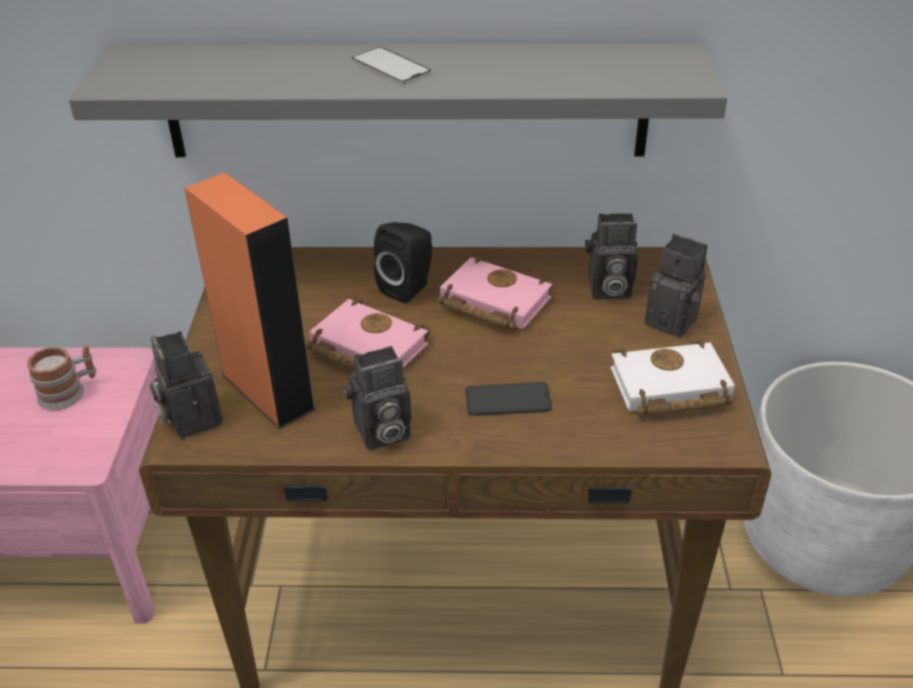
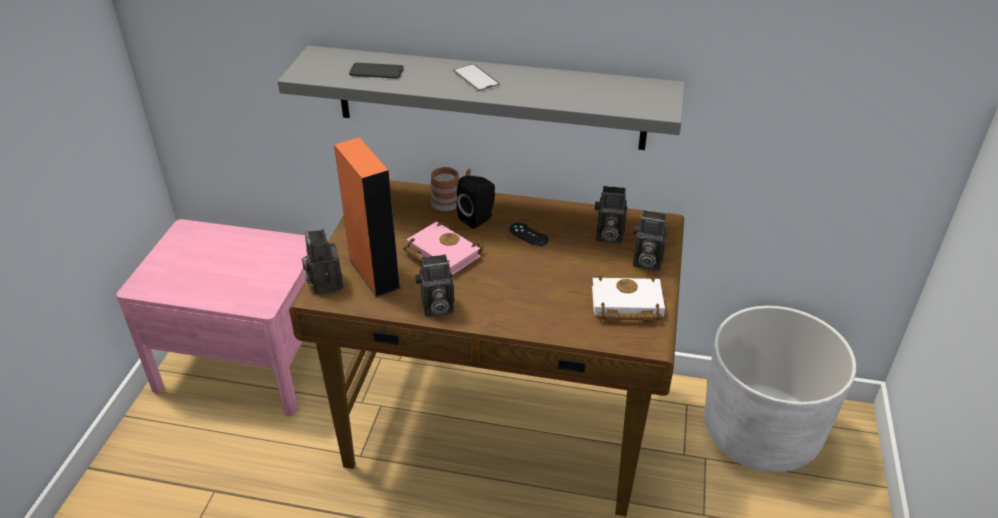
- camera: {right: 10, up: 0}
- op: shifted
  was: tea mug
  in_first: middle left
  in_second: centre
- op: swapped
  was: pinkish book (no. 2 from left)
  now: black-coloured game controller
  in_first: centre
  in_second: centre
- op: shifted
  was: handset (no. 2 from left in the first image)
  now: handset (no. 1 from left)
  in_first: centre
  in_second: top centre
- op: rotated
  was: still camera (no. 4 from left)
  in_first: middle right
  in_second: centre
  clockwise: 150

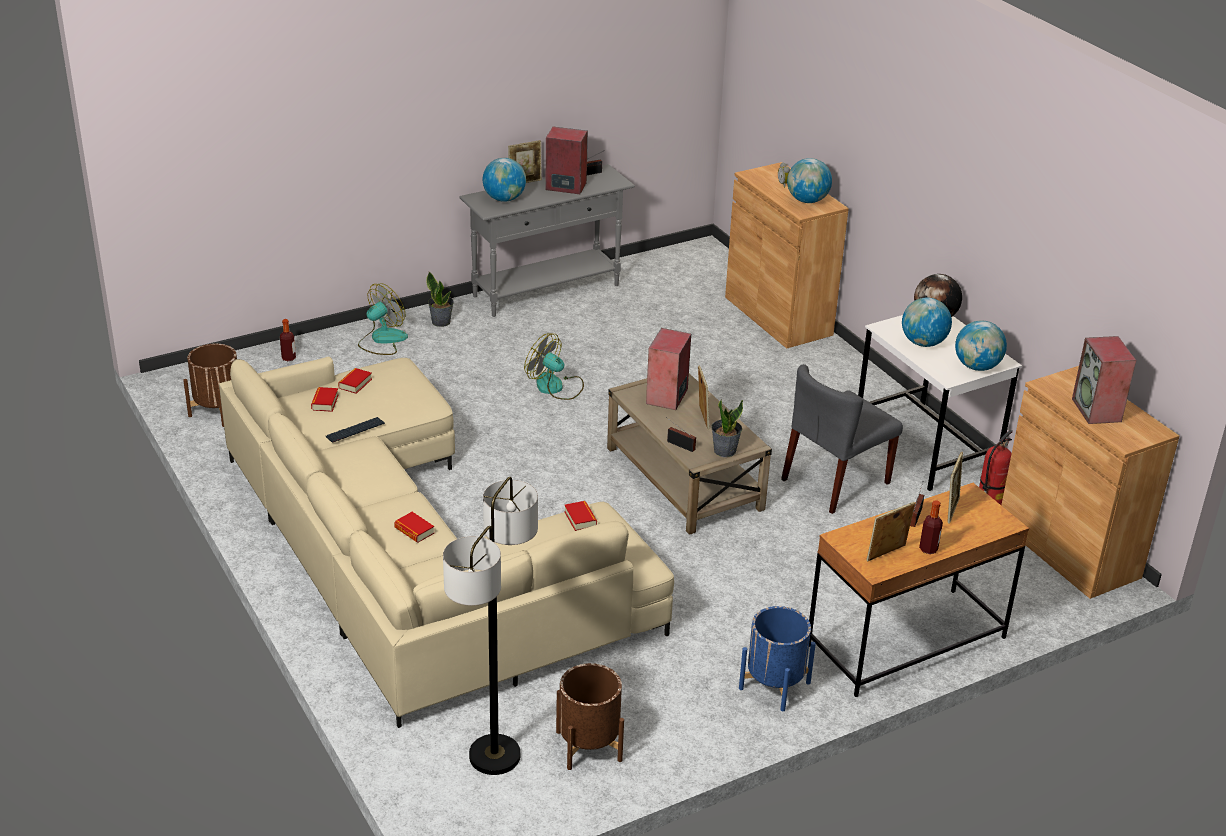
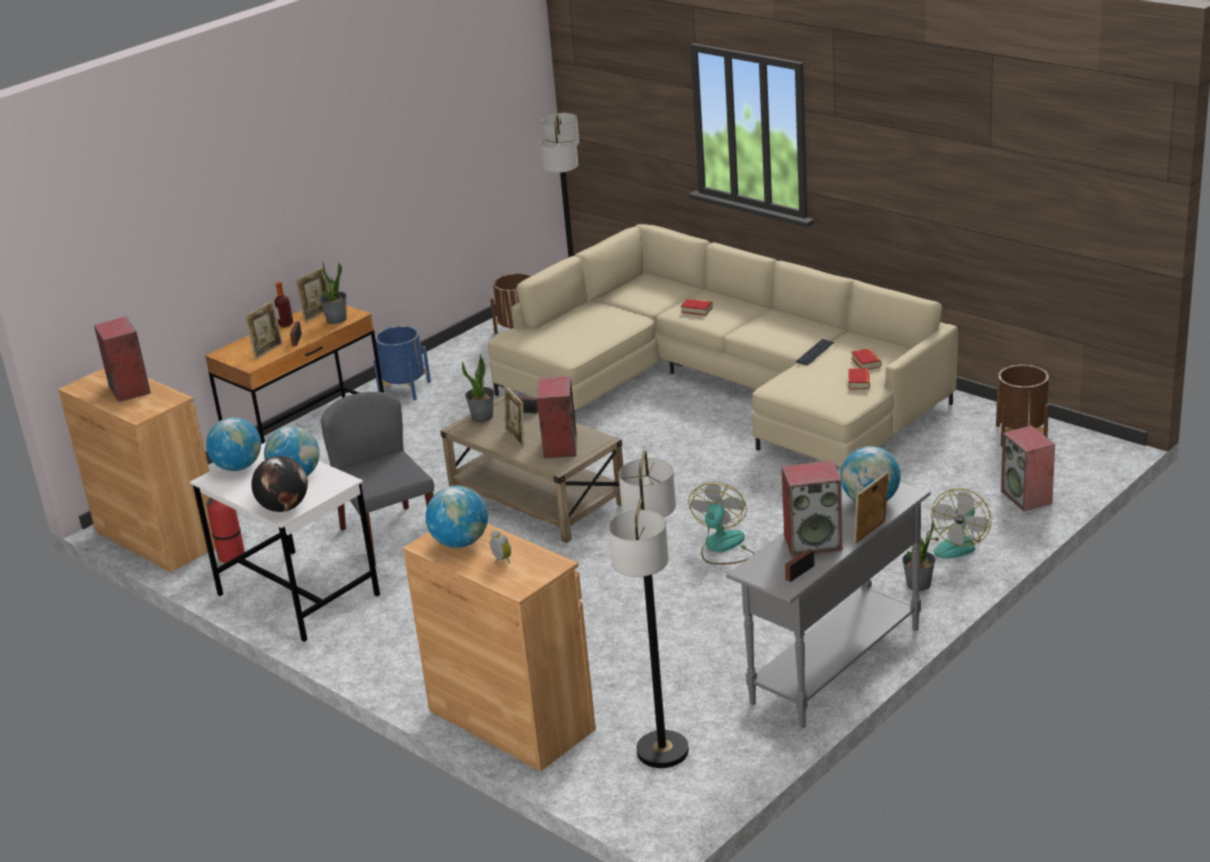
- camera: {right: 165, up: -5}
- op: swapped
  was: bottle (no. 1 from left)
  now: speaker (no. 4 from left)
  in_first: middle left
  in_second: middle right
- op: rotated
  was: electric fan (no. 2 from left in the first image)
  in_first: centre
  in_second: centre
  clockwise: -90
- op: gone
  was: book (no. 4 from left)
  in_first: centre
- op: rotated
  was: greyish chair
  in_first: middle right
  in_second: middle left
  clockwise: -60
- op: rotated
  was: standing frame (no. 4 from left in the first image)
  in_first: middle right
  in_second: middle left
  clockwise: -150
- op: new
  now: houseplant (no. 1 from left)
  in_second: middle left
- op: new
  now: standing lamp (no. 2 from left)
  in_second: bottom centre

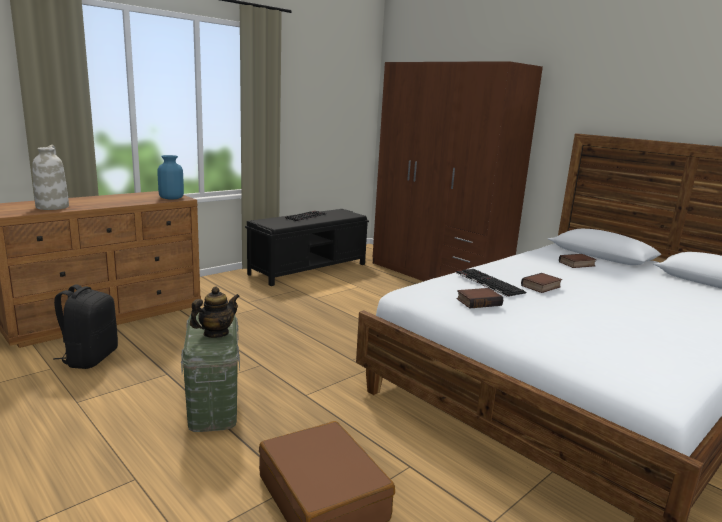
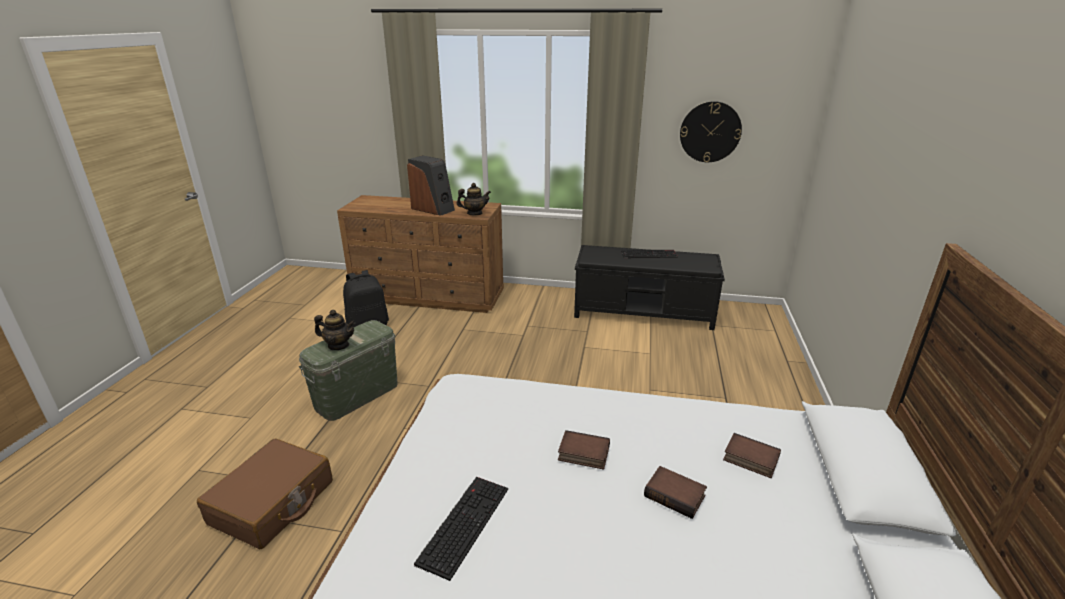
- camera: {right: 55, up: 10}
- op: gone
  was: whitish vase
  in_first: middle left
- op: swapped
  was: blue vase
  now: tea pot (no. 2 from left)
  in_first: middle left
  in_second: top centre
- op: gone
  was: brown-coloured armoire
  in_first: top centre
- op: shifted
  was: computer keyboard (no. 2 from left in the first image)
  now: computer keyboard (no. 1 from left)
  in_first: middle right
  in_second: bottom centre
- op: shifted
  was: book (no. 1 from left in the first image)
  now: book (no. 2 from left)
  in_first: centre
  in_second: bottom centre
- op: new
  now: speaker
  in_second: top centre
- op: new
  now: wall clock
  in_second: top right

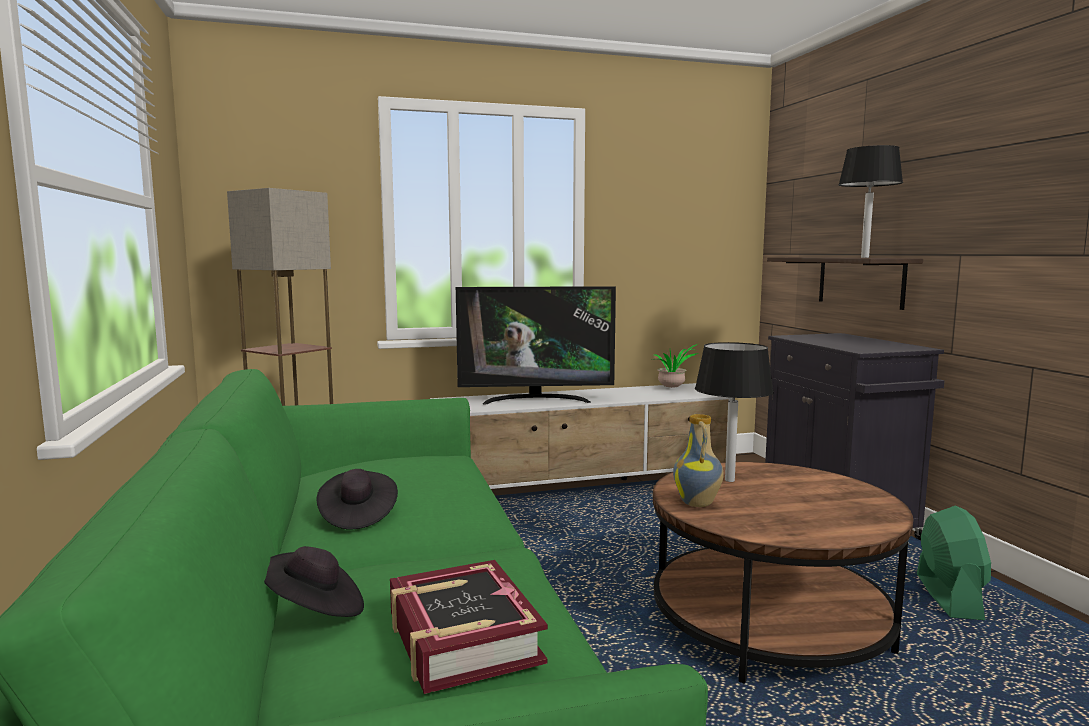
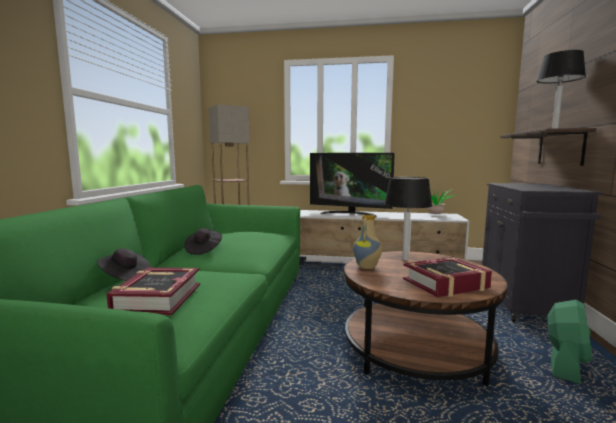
- camera: {right: 25, up: 0}
- op: new
  now: book (no. 2 from left)
  in_second: middle right

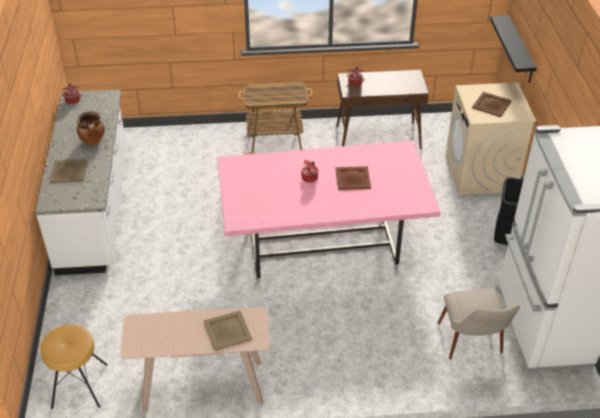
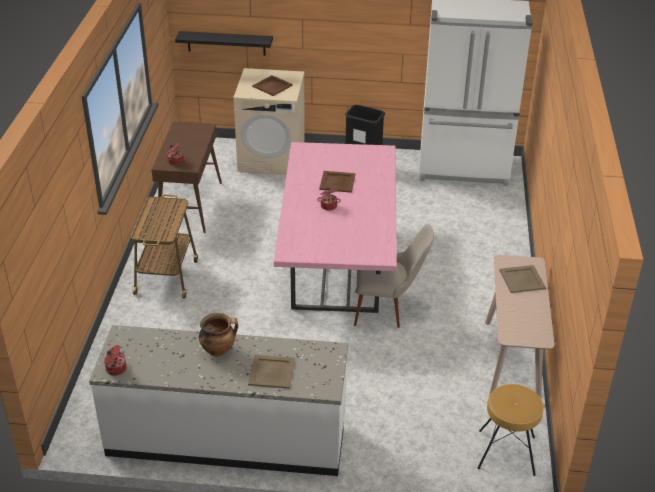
- camera: {right: -80, up: -5}
- op: shifted
  was: beige-coloured chair
  in_first: bottom right
  in_second: centre

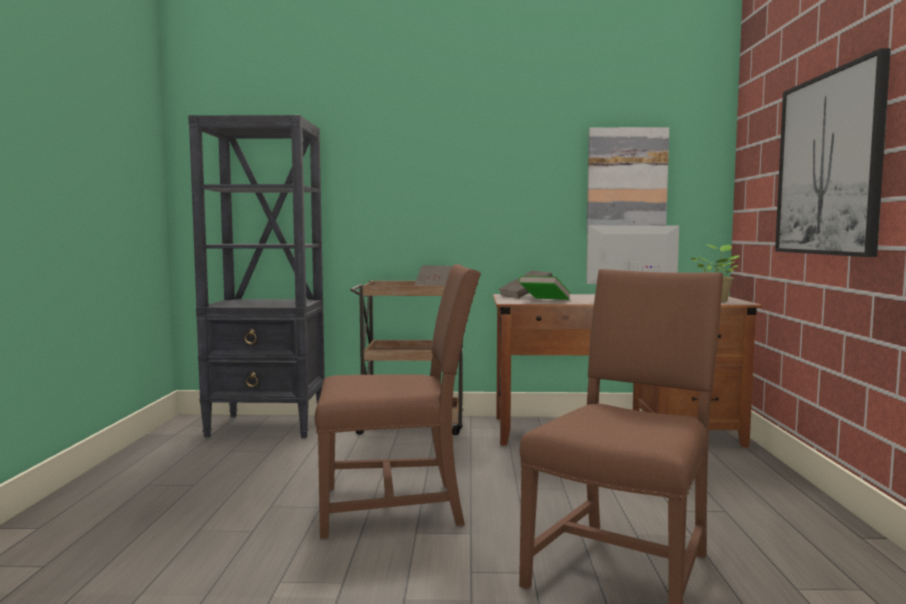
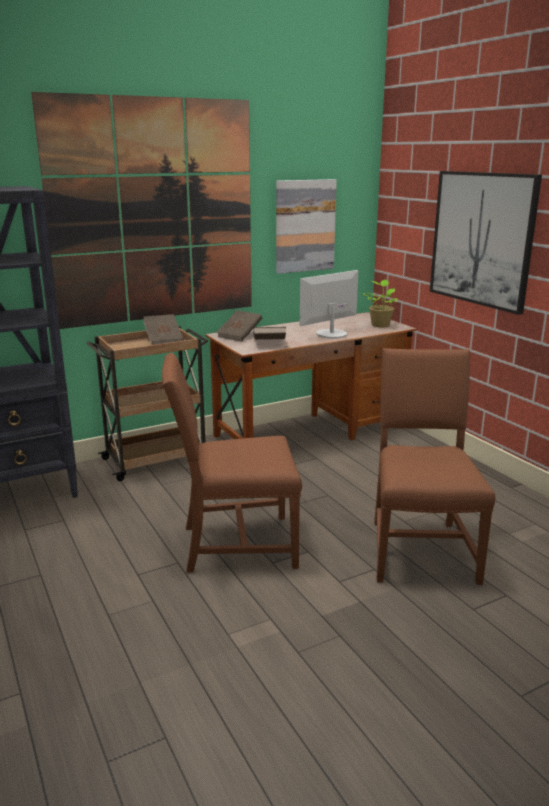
- camera: {right: -30, up: 15}
- op: rotated
  was: brown-coloured chair (no. 1 from left)
  in_first: centre
  in_second: centre
  clockwise: -150
- op: repainted
  was: green book
  now: brown-coloured book (no. 3 from left)
  in_first: centre
  in_second: centre
- op: new
  now: picture (no. 1 from left)
  in_second: top left

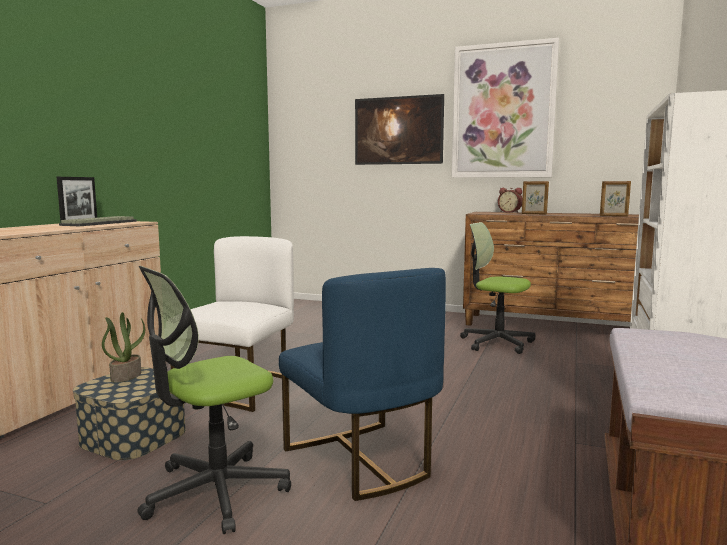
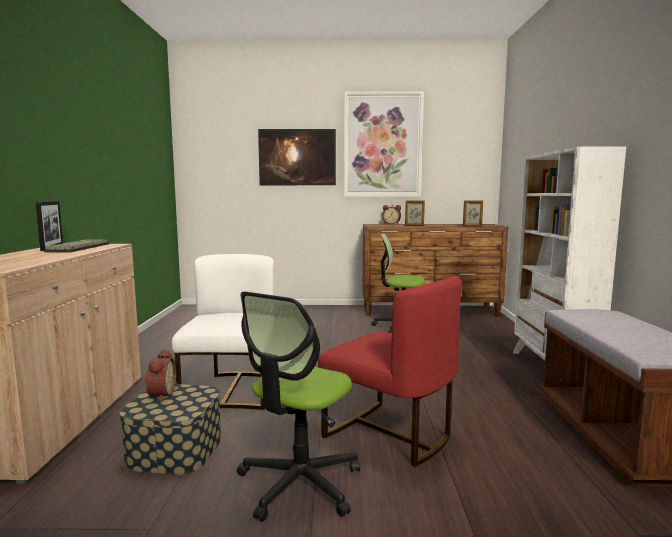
- camera: {right: -20, up: 0}
- op: swapped
  was: houseplant
  now: alarm clock (no. 1 from left)
  in_first: middle left
  in_second: bottom left
- op: repainted
  was: blue chair
  now: reddish chair
  in_first: bottom centre
  in_second: bottom centre

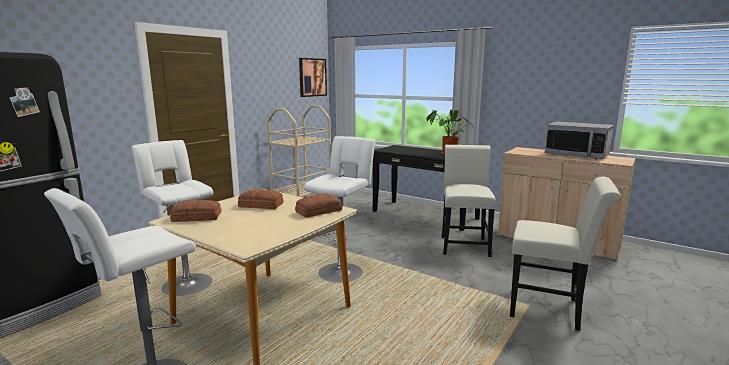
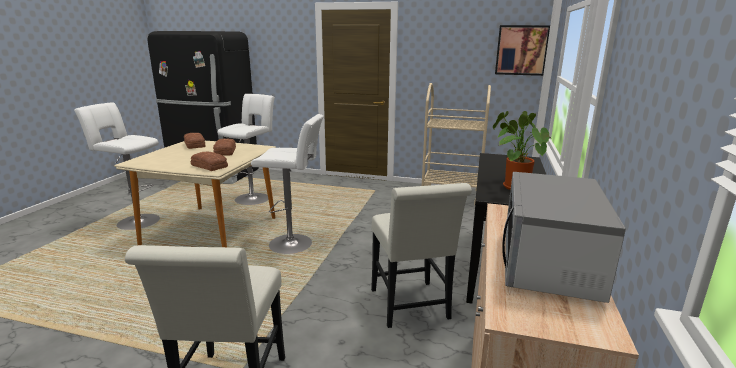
- camera: {right: 70, up: 5}
- op: rotated
  was: whitish chair (no. 1 from left in the first image)
  in_first: centre
  in_second: bottom centre
  clockwise: 90

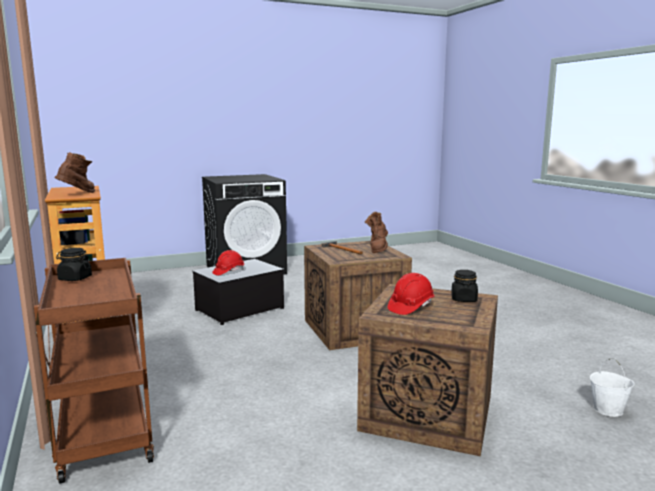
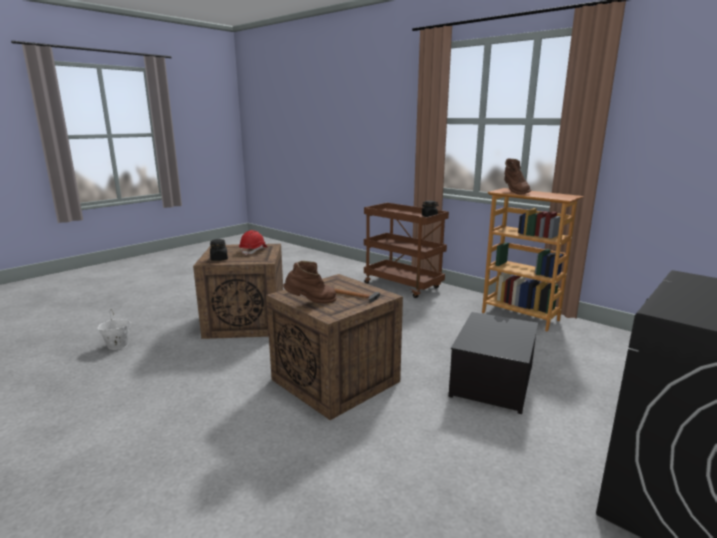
- camera: {right: 155, up: 5}
- op: gone
  was: reddish hard hat (no. 1 from left)
  in_first: centre
- op: rotated
  was: brown-coloured boot (no. 2 from left in the first image)
  in_first: centre
  in_second: centre
  clockwise: 90

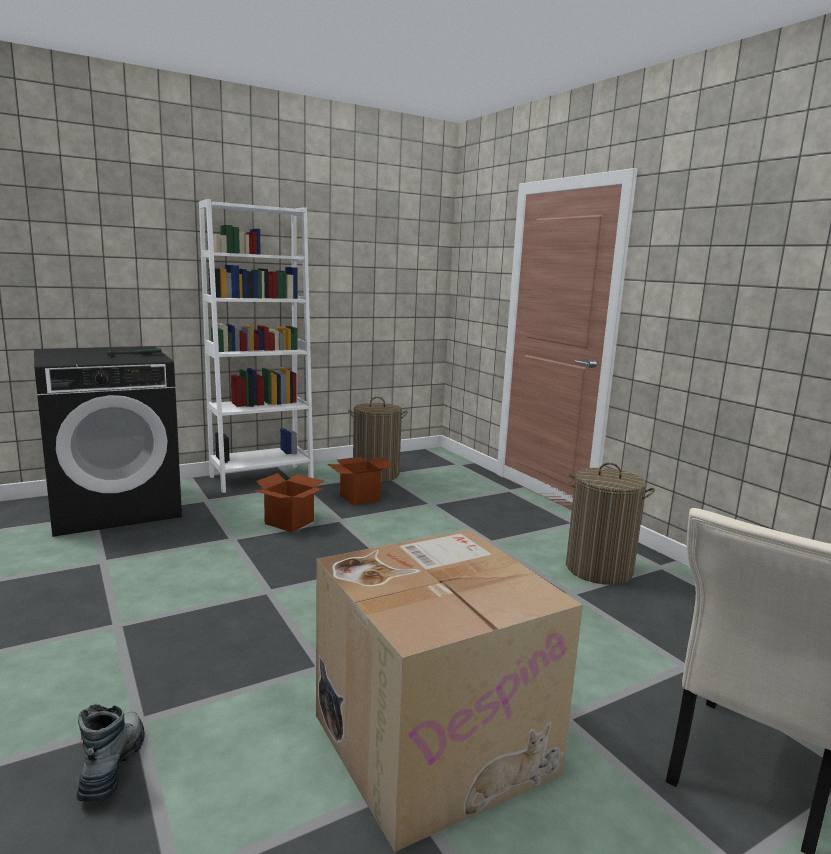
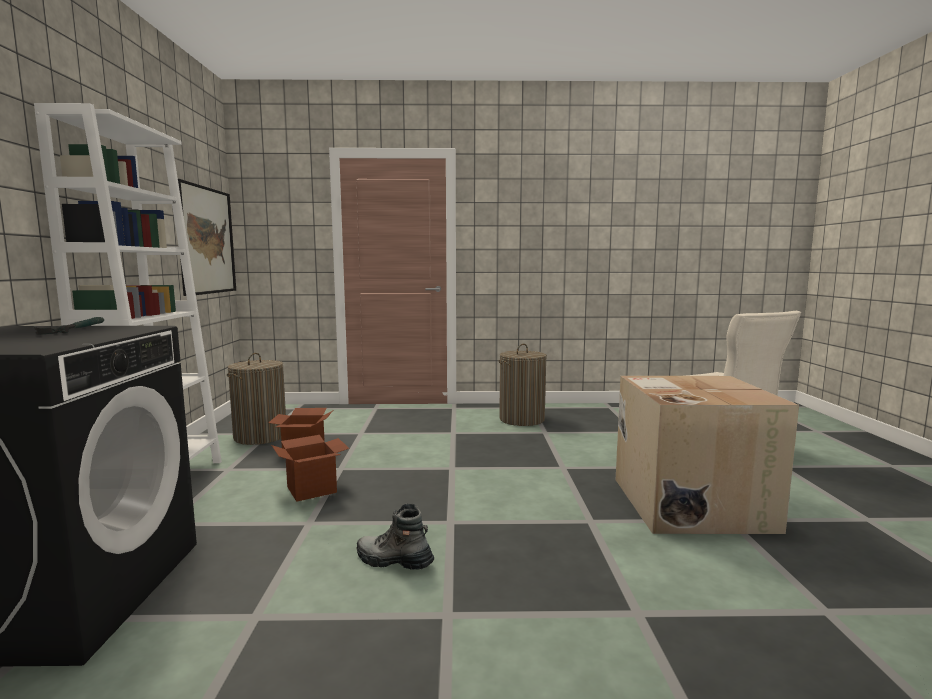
- camera: {right: -60, up: -5}
- op: shifted
  was: boot
  in_first: bottom left
  in_second: bottom centre
- op: new
  now: picture
  in_second: middle left

